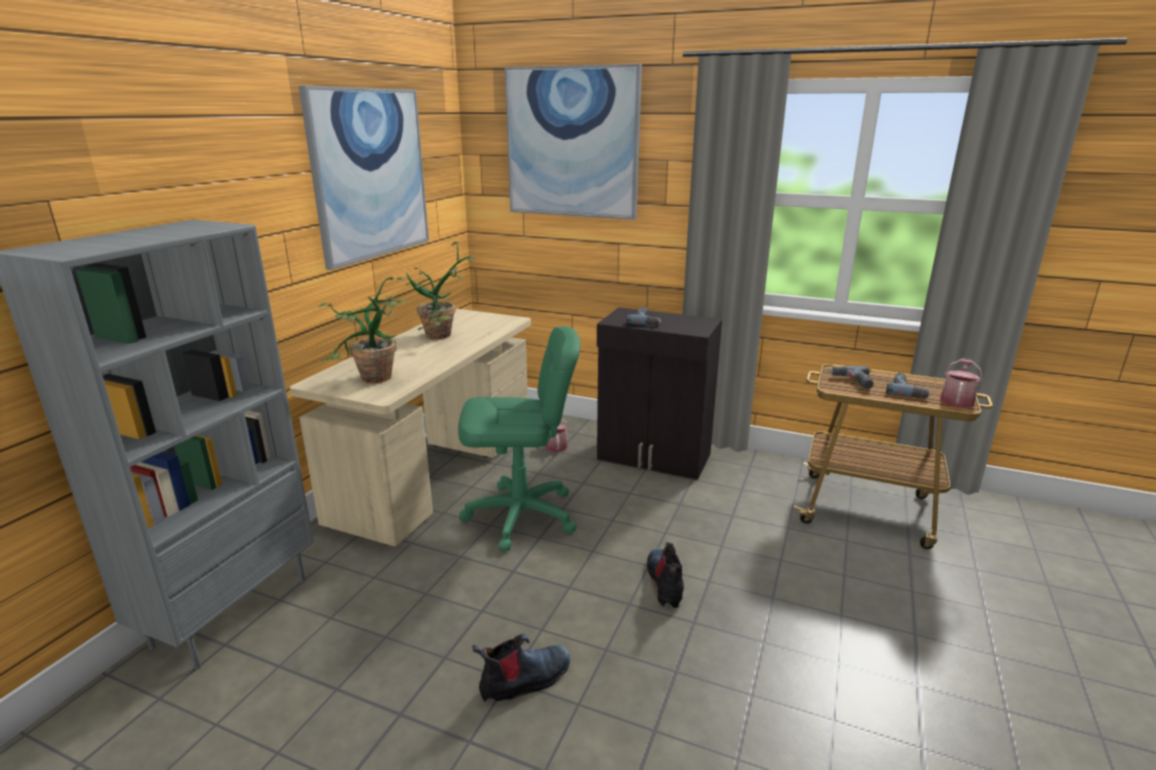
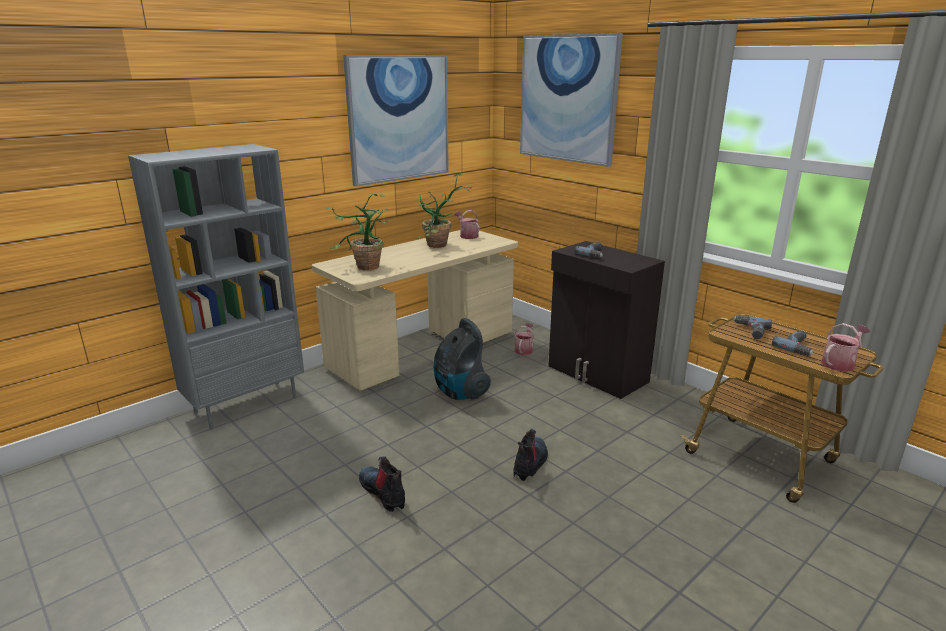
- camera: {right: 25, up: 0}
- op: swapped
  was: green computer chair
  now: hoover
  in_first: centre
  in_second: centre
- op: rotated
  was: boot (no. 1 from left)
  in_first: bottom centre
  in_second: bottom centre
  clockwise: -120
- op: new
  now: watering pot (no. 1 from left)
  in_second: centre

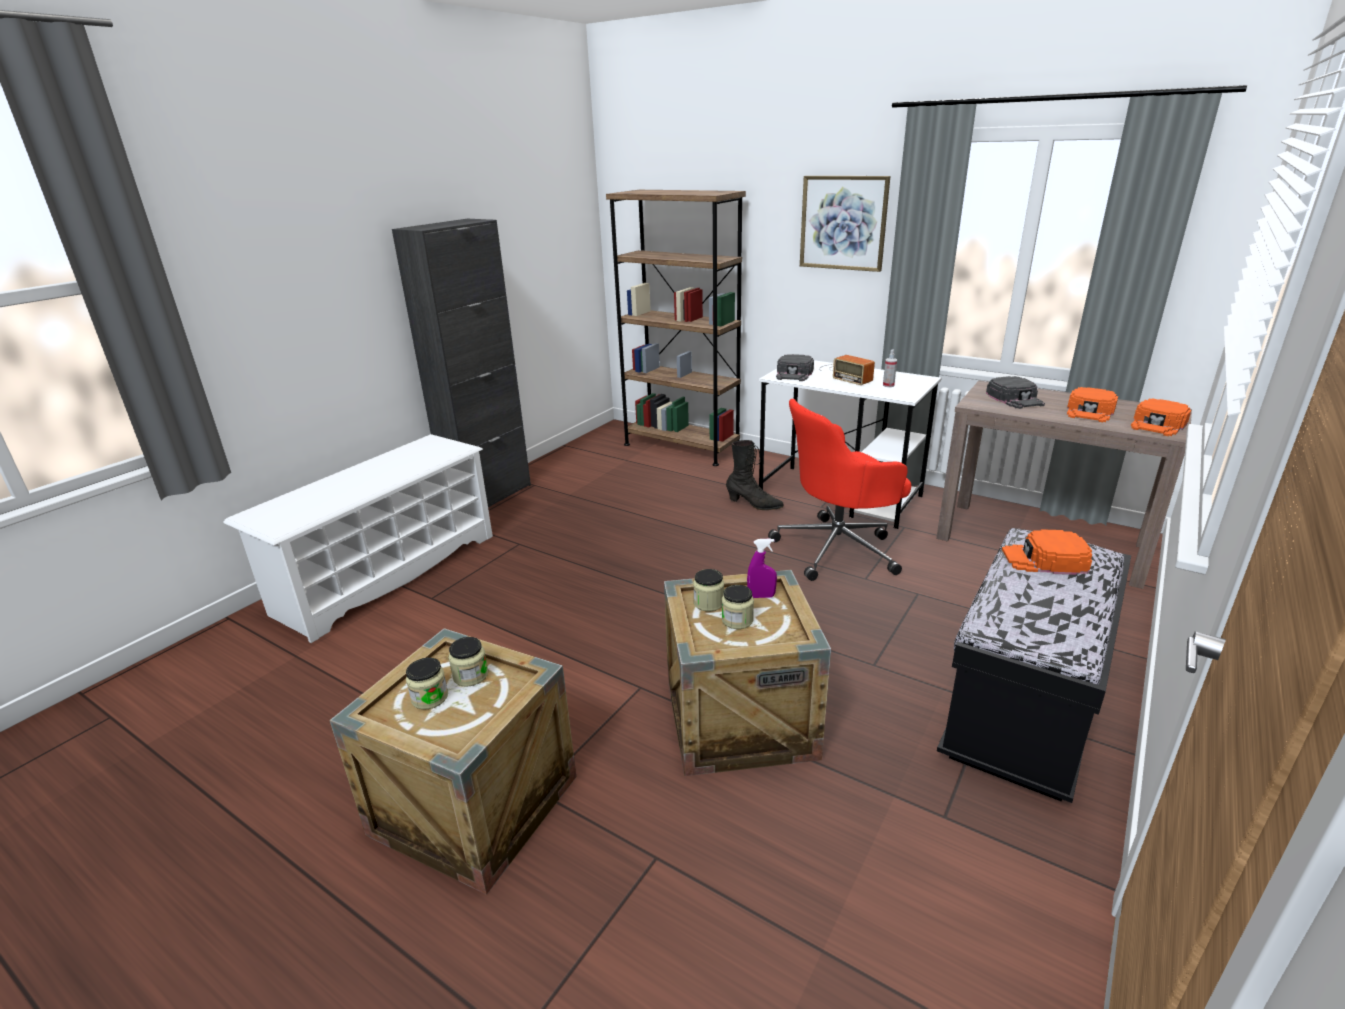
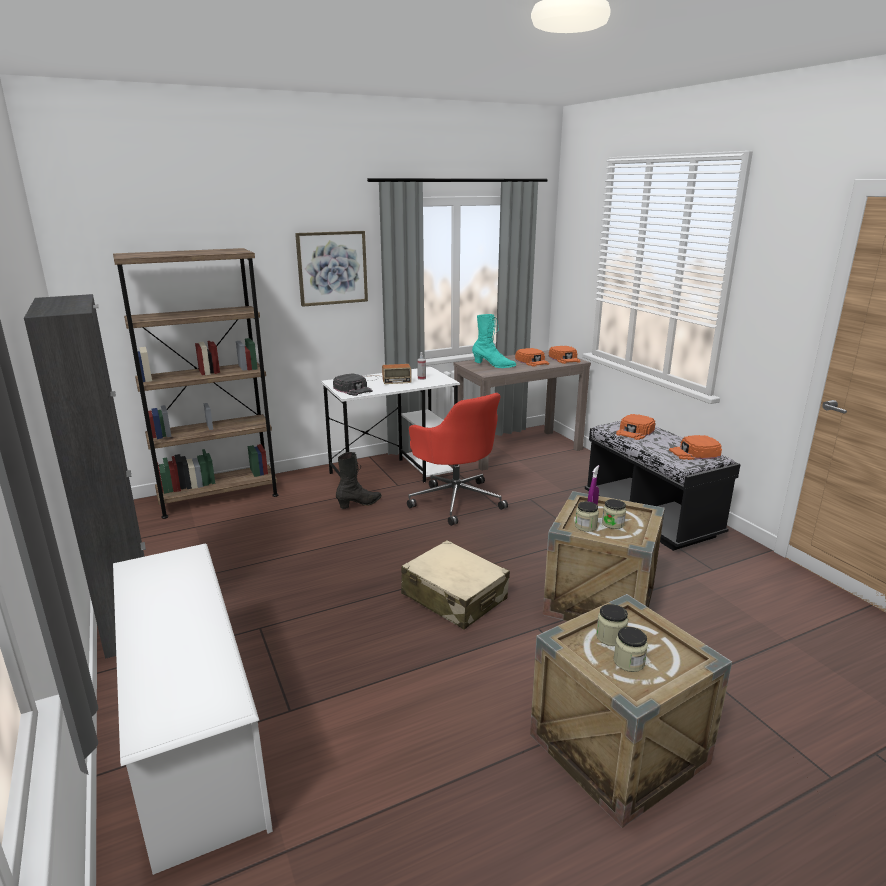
- camera: {right: -60, up: -5}
- op: rotated
  was: reddish computer chair
  in_first: centre
  in_second: centre
  clockwise: -45
- op: swapped
  was: black-coloured cap (no. 2 from left)
  now: blue-green boot
  in_first: middle right
  in_second: centre
- op: new
  now: beige-coloured suitcase
  in_second: centre
- op: new
  now: orange-coloured cap (no. 4 from left)
  in_second: middle right

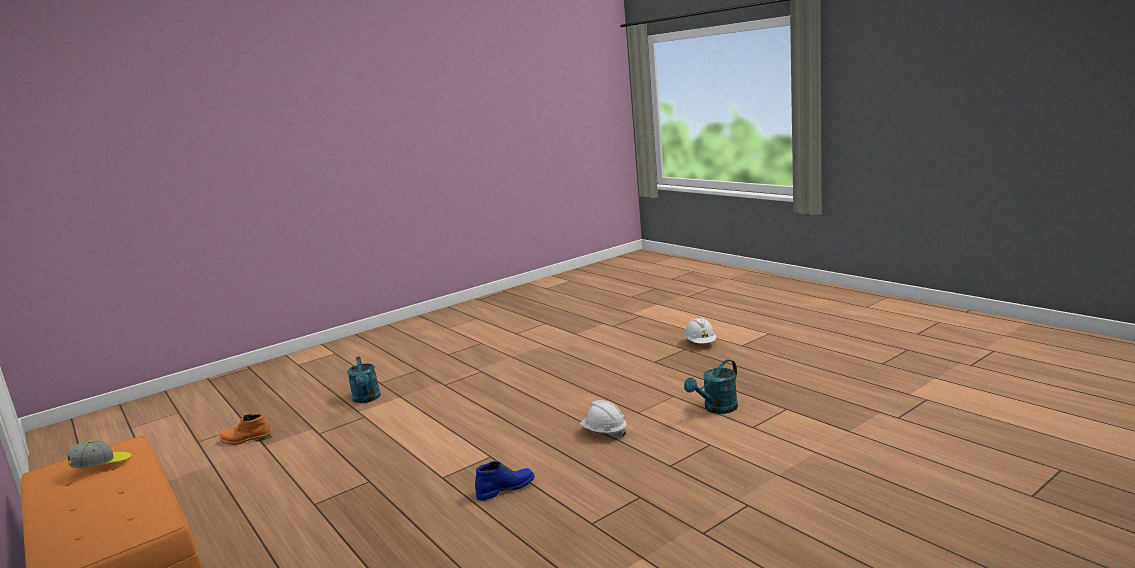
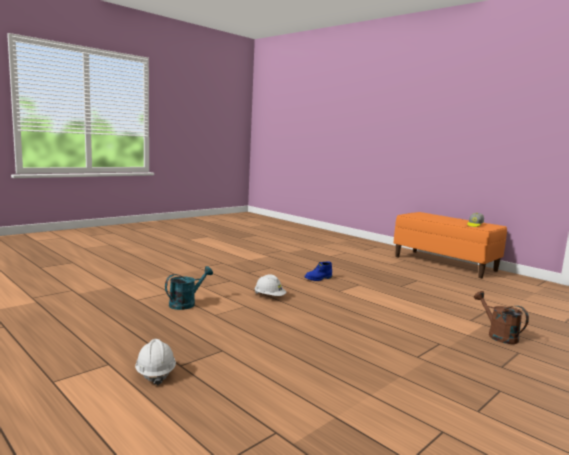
- camera: {right: 170, up: -5}
- op: gone
  was: orange-coloured boot
  in_first: bottom left
- op: repainted
  was: blue-green watering pot (no. 1 from left)
  now: brown-coloured watering pot
  in_first: bottom left
  in_second: bottom right

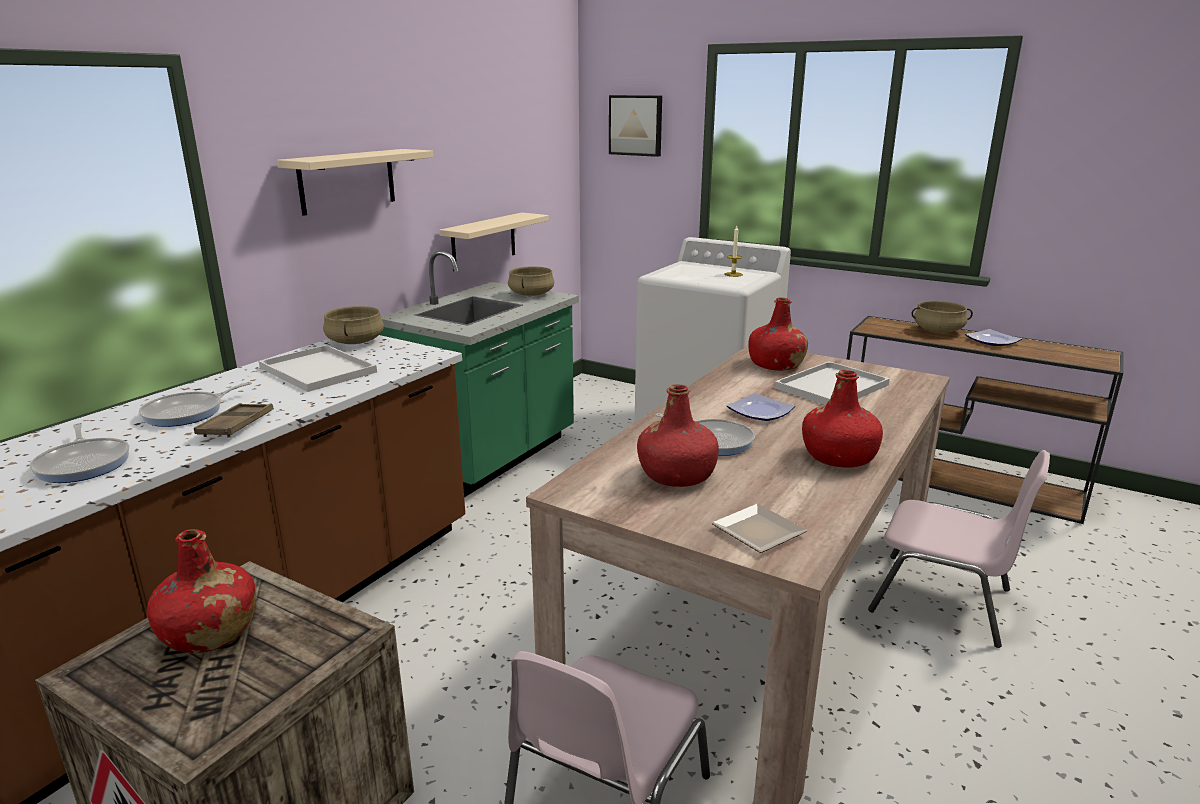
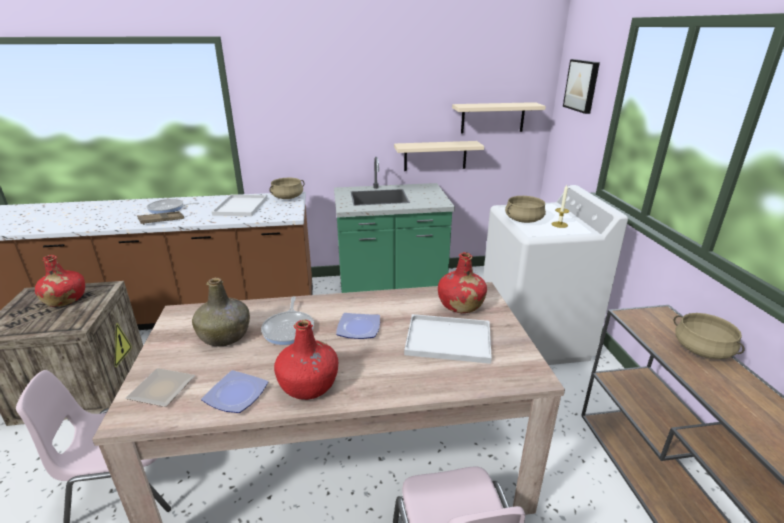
- camera: {right: 50, up: 5}
- op: gone
  was: skillet (no. 1 from left)
  in_first: middle left
- op: shifted
  was: beige-coloured shelf (no. 1 from left in the first image)
  now: beige-coloured shelf (no. 2 from left)
  in_first: top left
  in_second: top centre
- op: shifted
  was: beige-coloured saucepot (no. 2 from left)
  in_first: centre
  in_second: middle right
- op: repainted
  was: reddish bottle (no. 2 from left)
  now: green bottle
  in_first: centre
  in_second: middle left
- op: shifted
  was: plate (no. 3 from left in the first image)
  now: plate (no. 2 from left)
  in_first: middle right
  in_second: bottom left

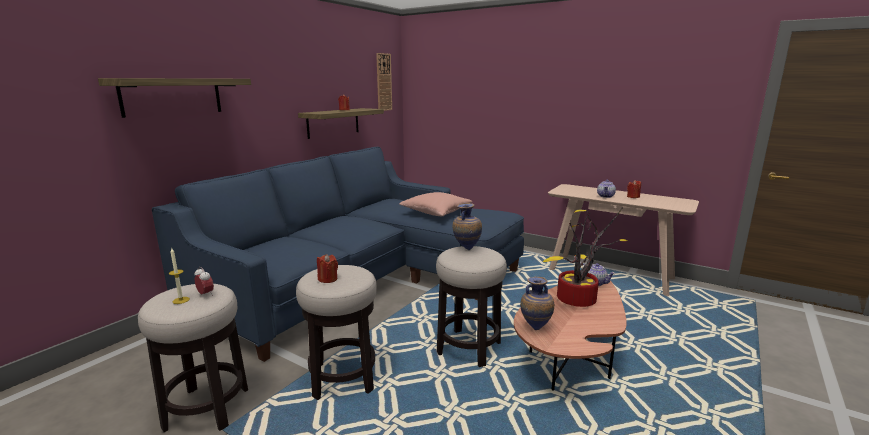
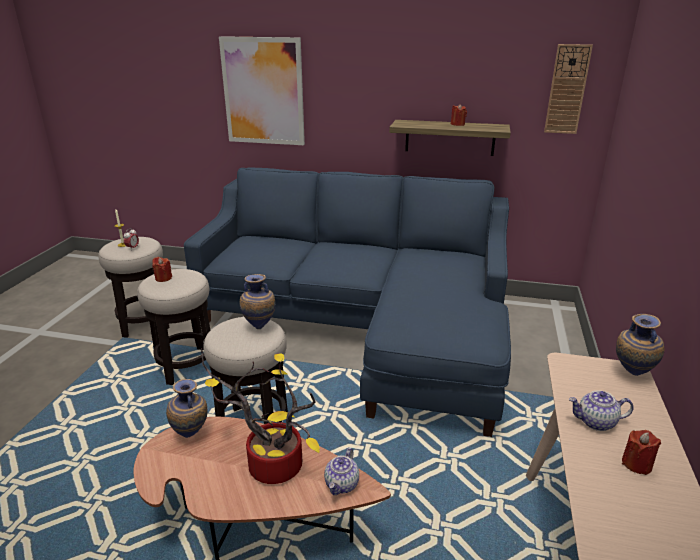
- camera: {right: 70, up: 10}
- op: swapped
  was: shelf (no. 1 from left)
  now: picture
  in_first: top left
  in_second: top centre
- op: gone
  was: pinkish throw pillow
  in_first: centre
- op: new
  now: vase (no. 3 from left)
  in_second: middle right

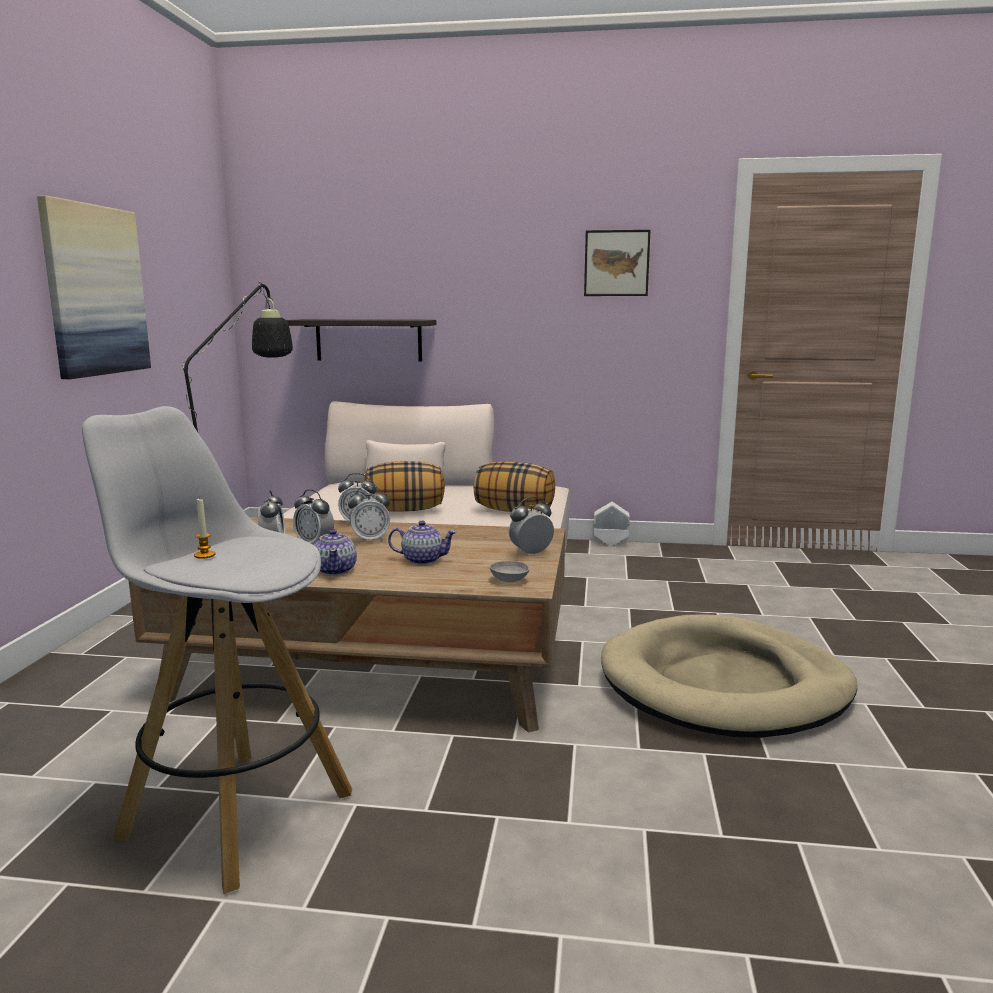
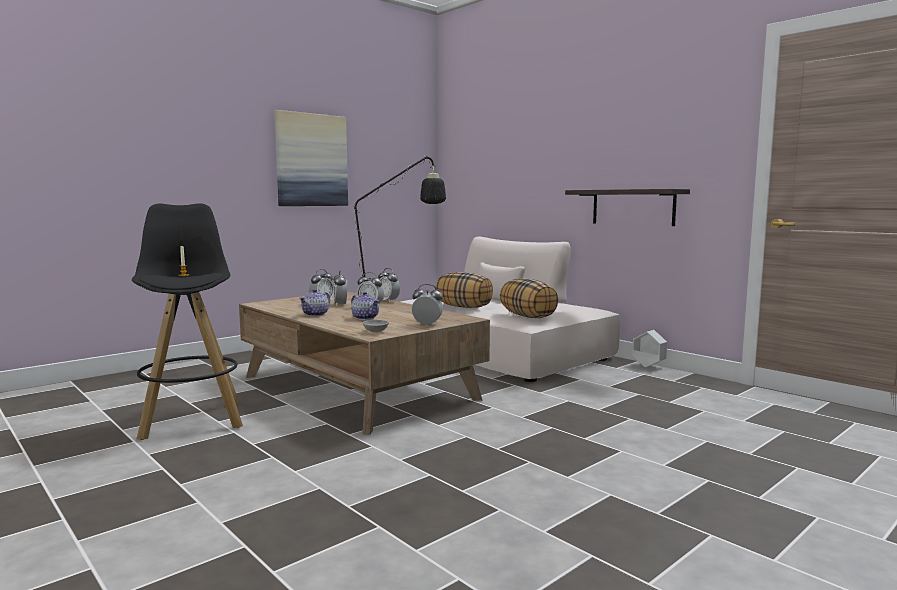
- camera: {right: 40, up: -5}
- op: repainted
  was: whitish stool
  now: black-coloured stool
  in_first: middle left
  in_second: middle left
- op: shifted
  was: shelf
  in_first: centre
  in_second: middle right
- op: gone
  was: picture (no. 2 from left)
  in_first: top centre
- op: gone
  was: beige-coloured pet bed
  in_first: bottom right

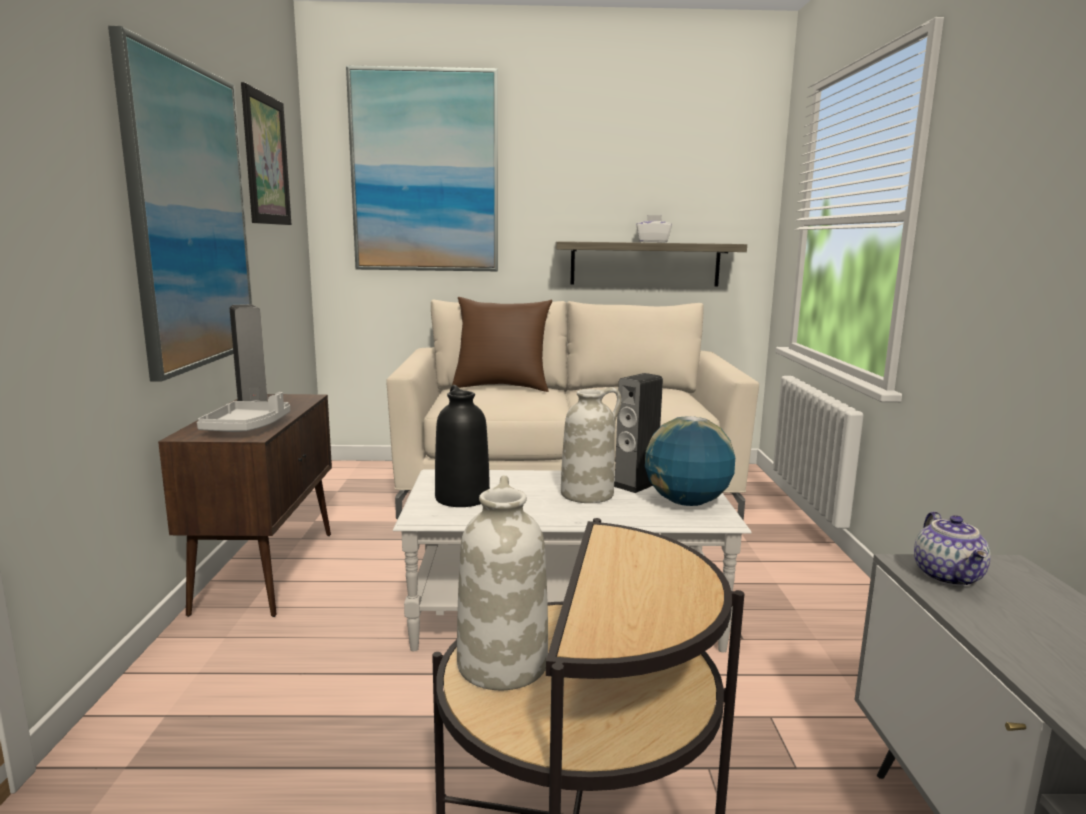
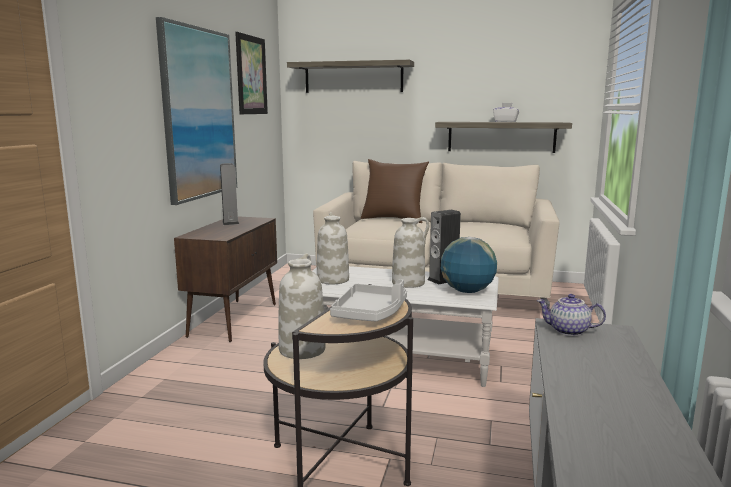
- camera: {right: 15, up: 0}
- op: shifted
  was: greyish serving tray
  in_first: middle left
  in_second: centre
- op: swapped
  was: picture (no. 3 from left)
  now: shelf (no. 1 from left)
  in_first: top centre
  in_second: top centre
- op: repainted
  was: black-coloured vase
  now: whitish vase (no. 2 from left)
  in_first: centre
  in_second: centre
- op: rotated
  was: tea pot
  in_first: bottom right
  in_second: middle right
  clockwise: 90

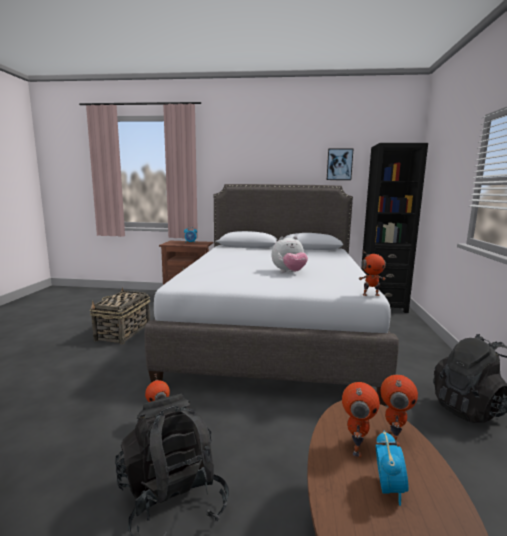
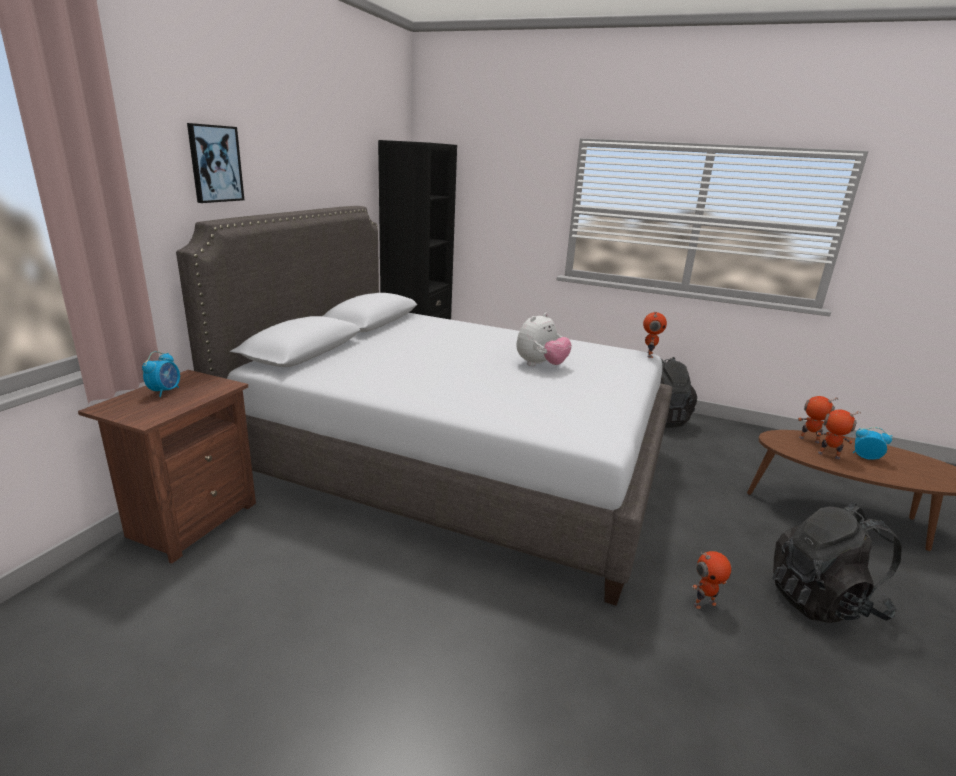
- camera: {right: -75, up: 10}
- op: gone
  was: basket
  in_first: middle left
- op: rotated
  was: plush toy
  in_first: centre
  in_second: centre
  clockwise: 45
- op: shifted
  was: picture
  in_first: top right
  in_second: top left

